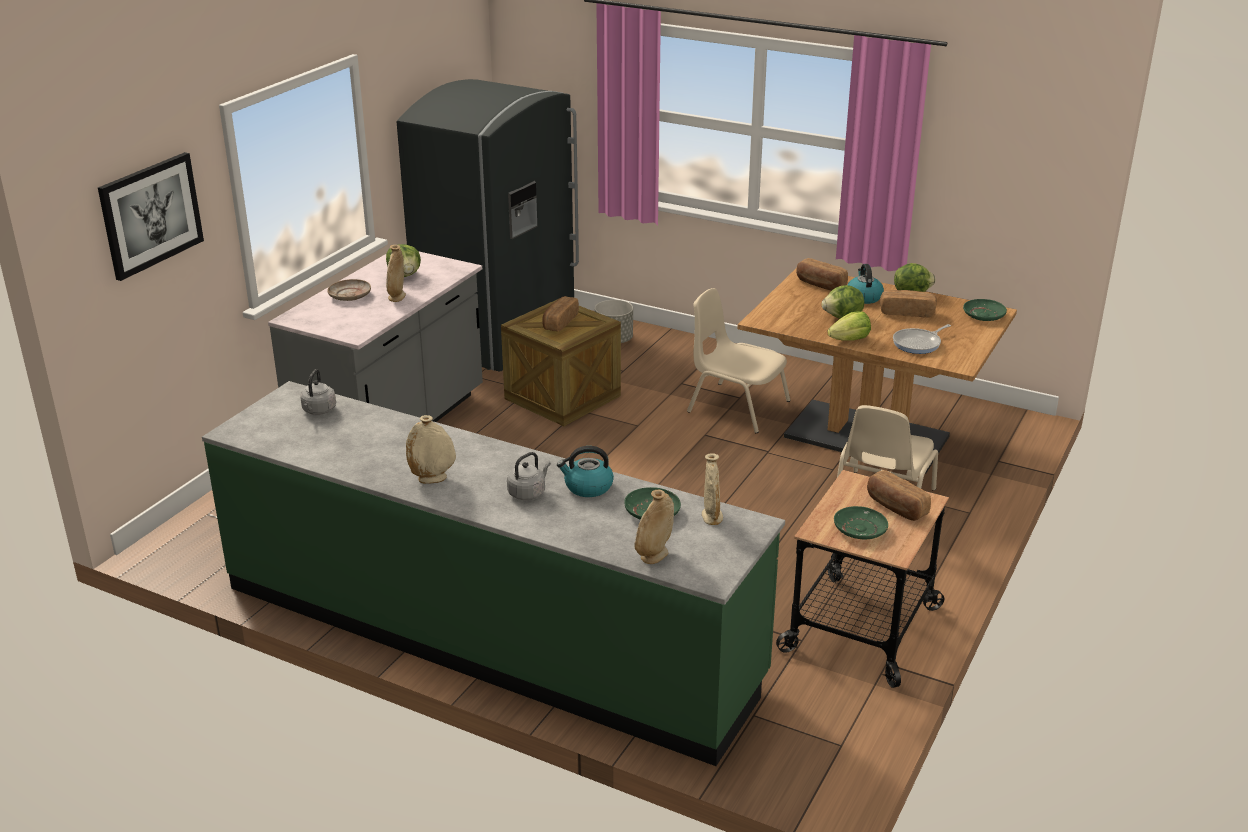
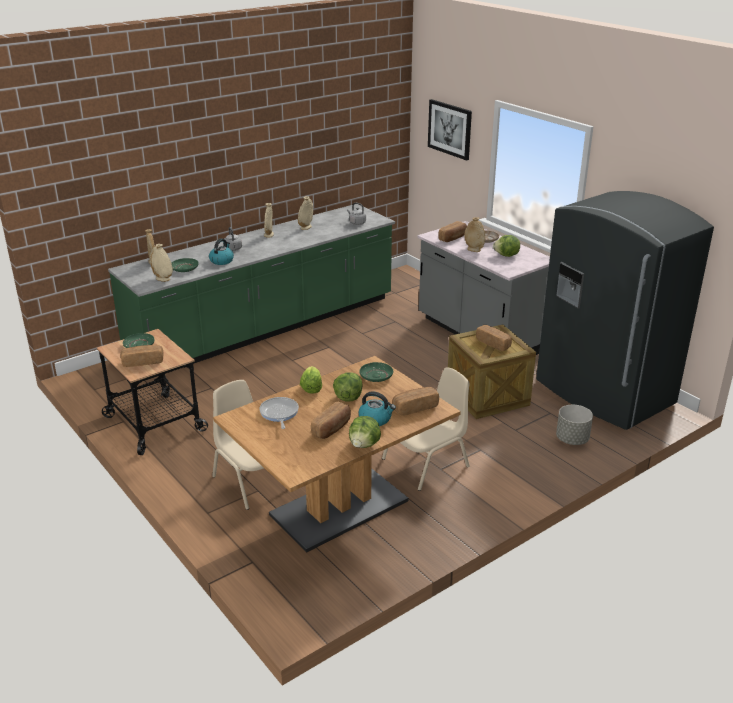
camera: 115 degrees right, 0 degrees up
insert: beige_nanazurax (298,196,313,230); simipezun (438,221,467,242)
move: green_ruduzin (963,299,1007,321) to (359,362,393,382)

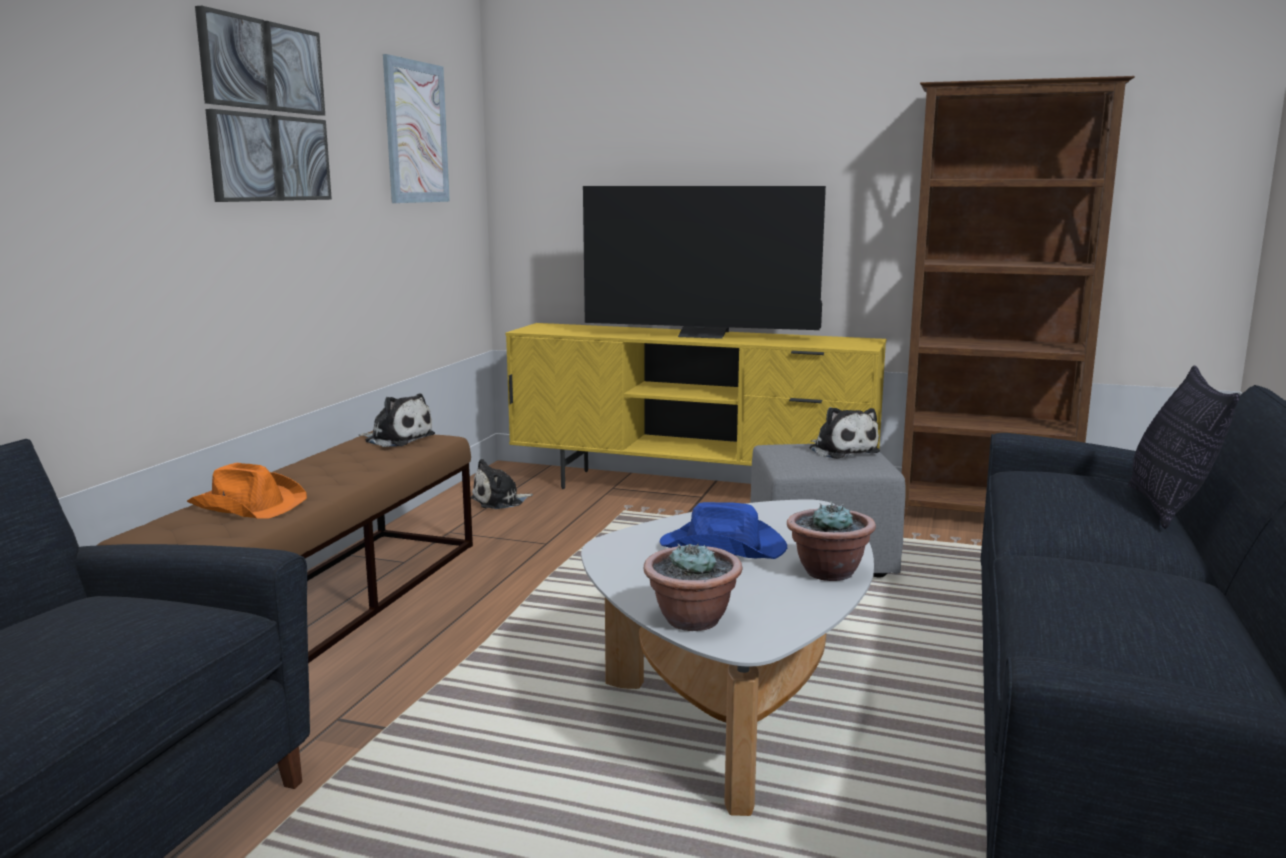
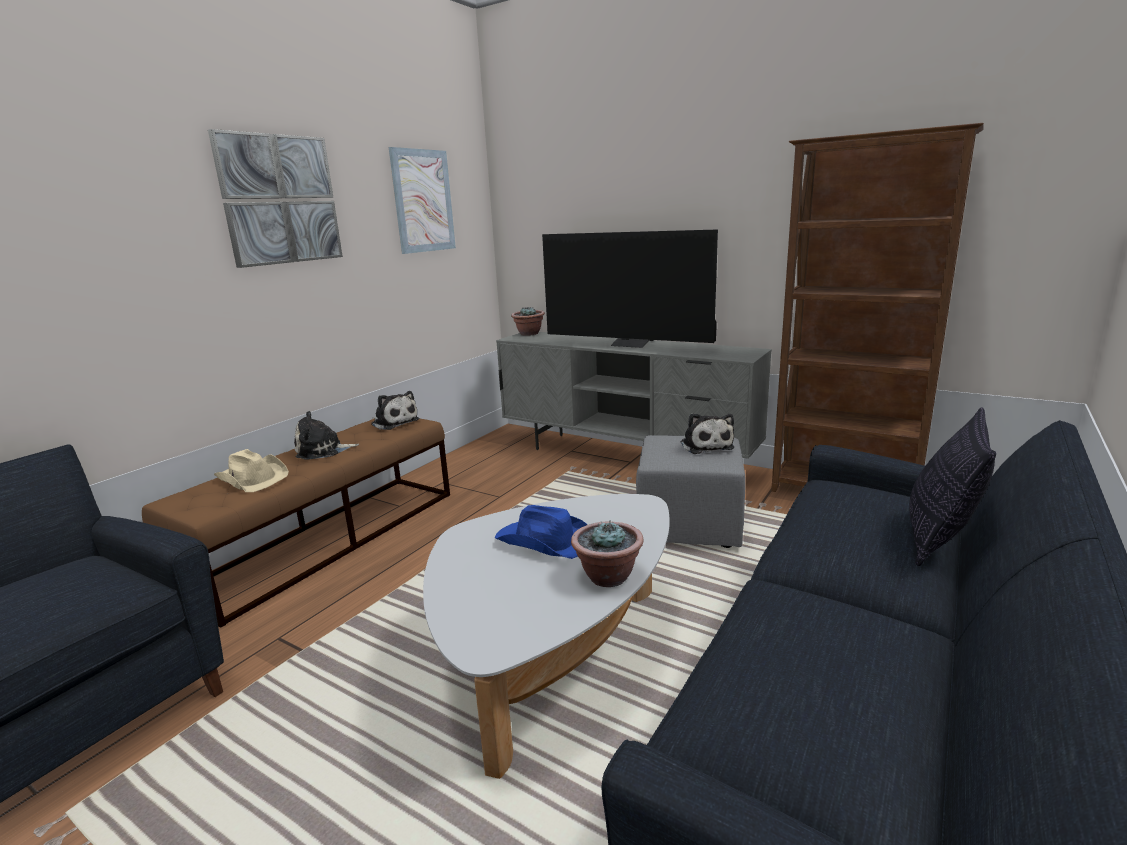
camera: 15 degrees right, 5 degrees up
move: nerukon (471,459,533,509) to (294,411,359,460); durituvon (644,543,742,631) to (511,306,545,336)
recolor: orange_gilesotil (187,463,307,519) to beige_gilesotil (214,449,289,492); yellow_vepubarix (506,323,886,489) to grey_vepubarix (496,332,772,459)

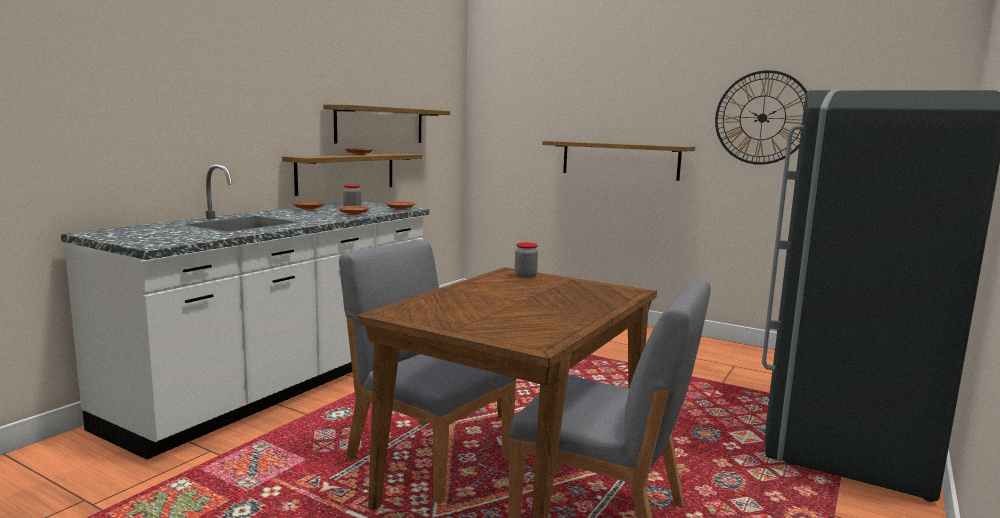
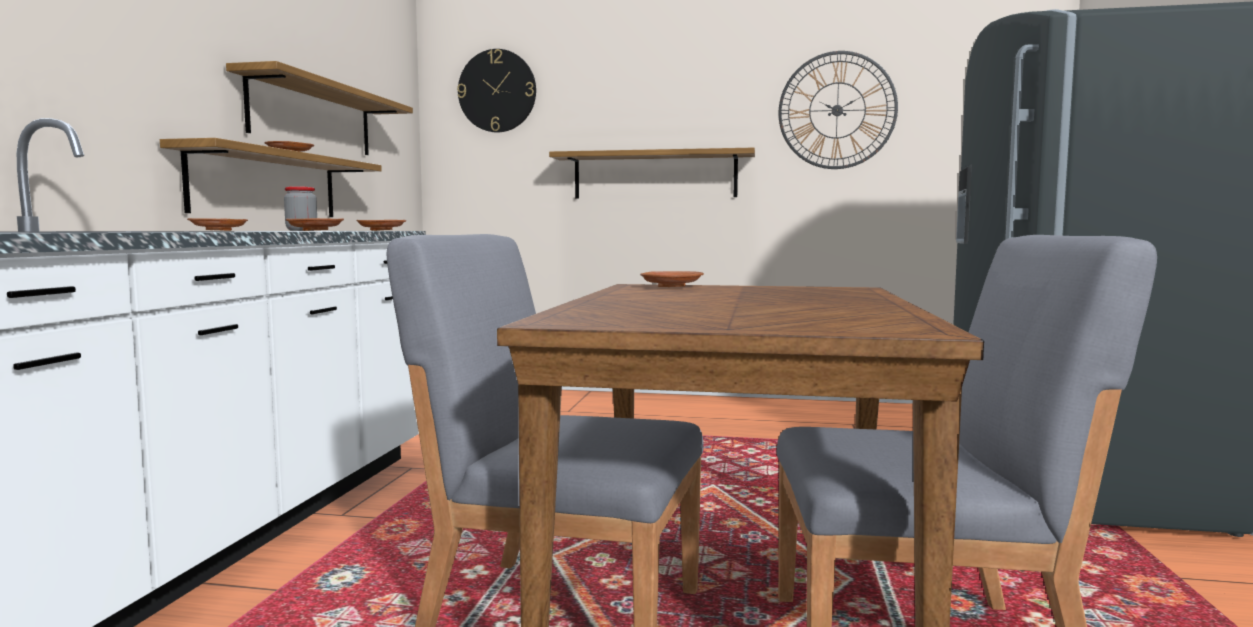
camera: 20 degrees left, 5 degrees down
insert: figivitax (457,49,536,132)
replace: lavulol (515,242,538,278) to brown_ruduzin (640,271,704,287)

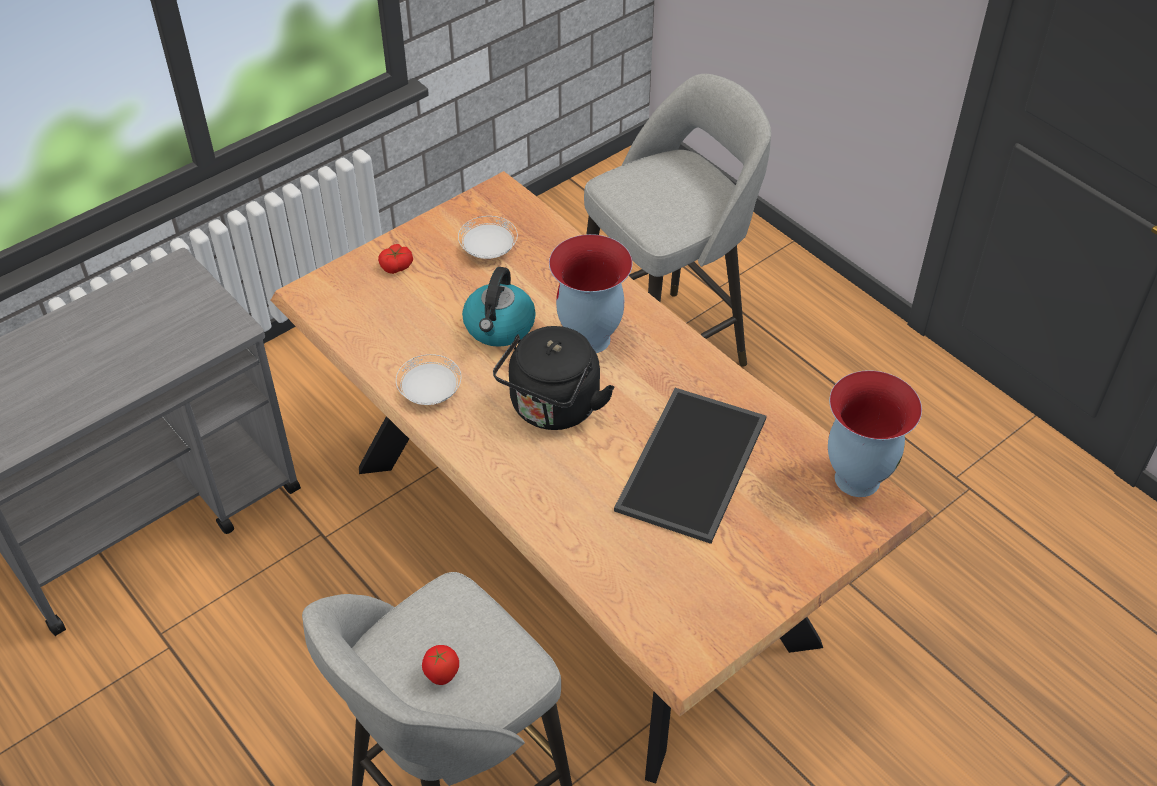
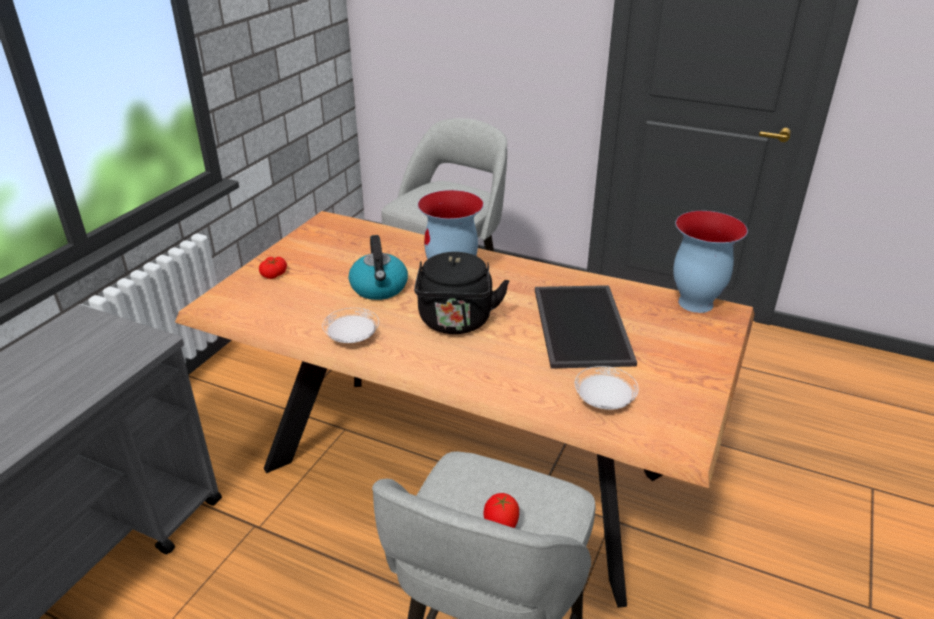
camera: 25 degrees left, 15 degrees down
move: white_ruduzin (458,216,518,259) to (575,366,639,410)

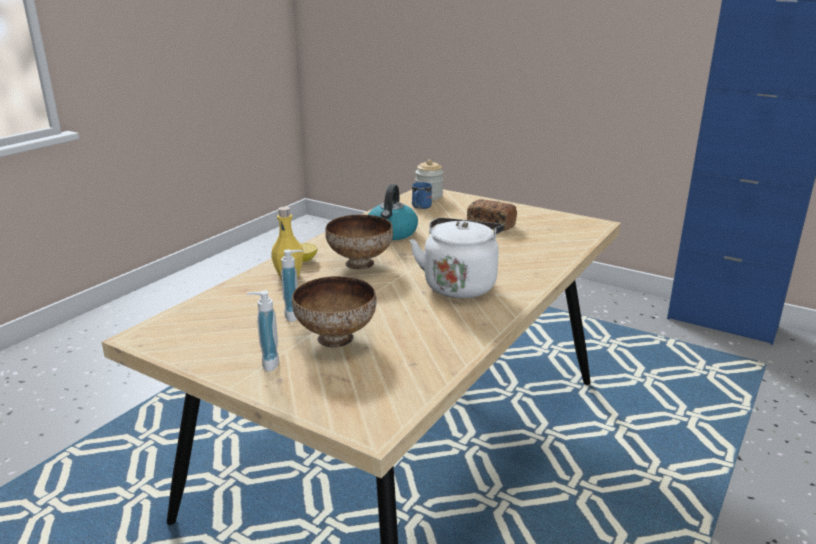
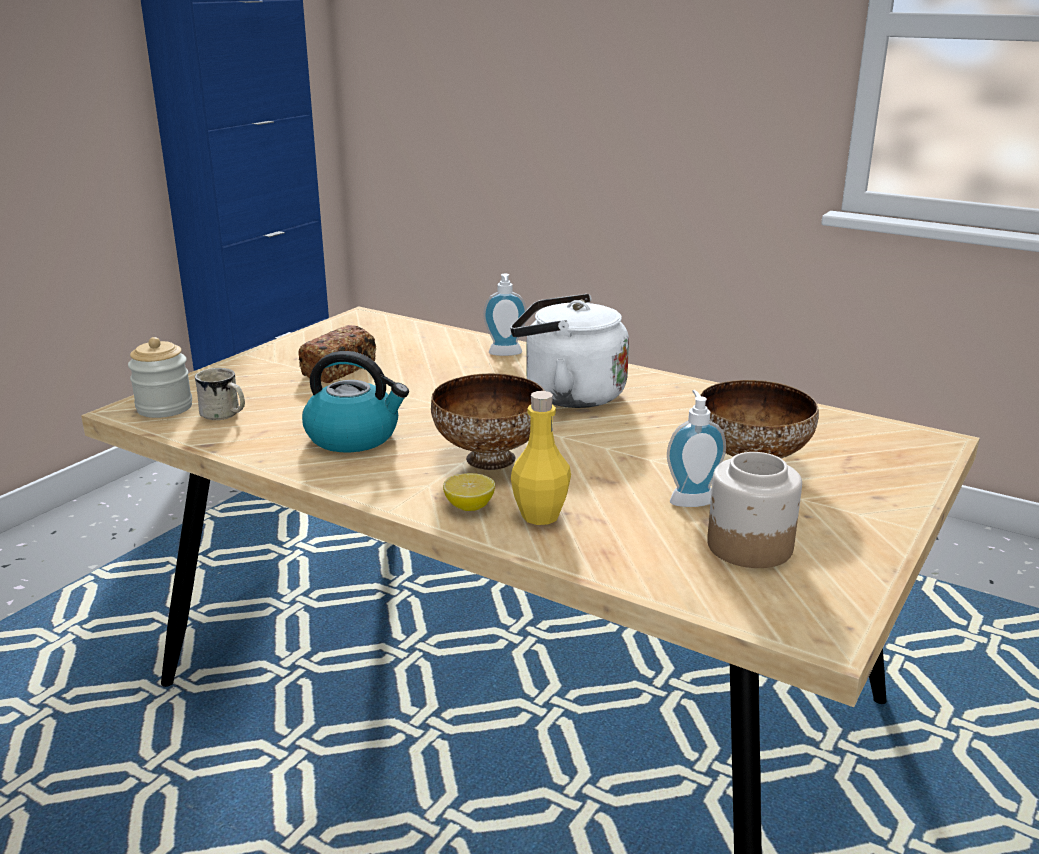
camera: 90 degrees left, 0 degrees up
insert: lavulol (707,452,802,568)
move: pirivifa (247,291,279,372) to (483,274,527,356)
recolor: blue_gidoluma (412,182,432,209) to white_gidoluma (195,368,245,420)

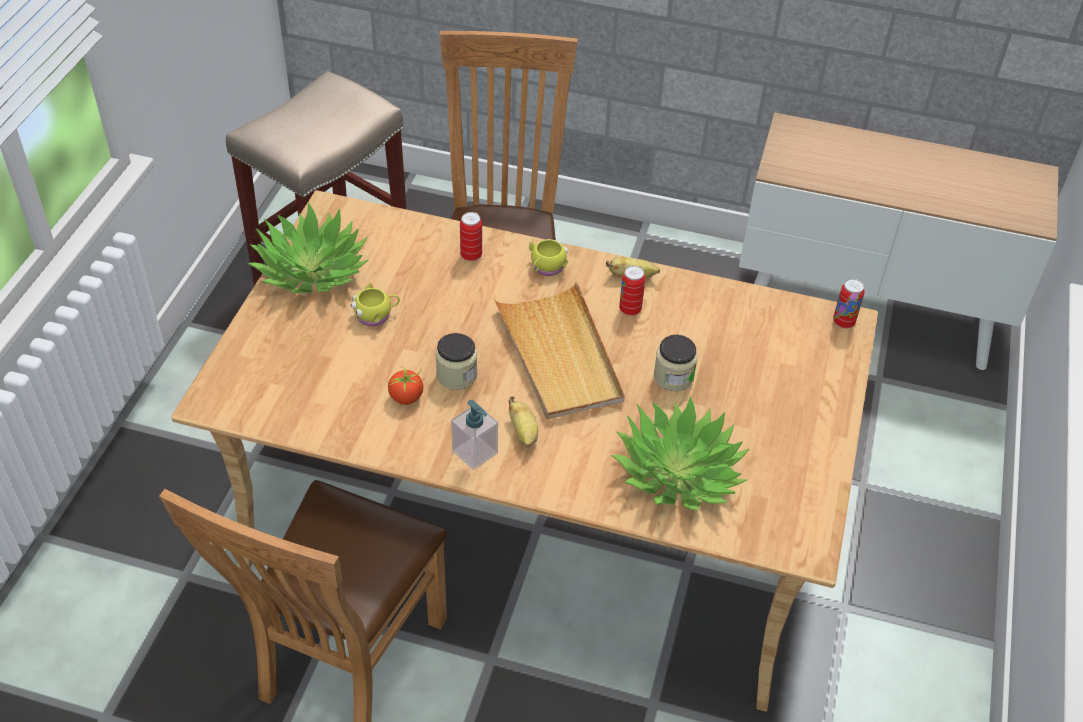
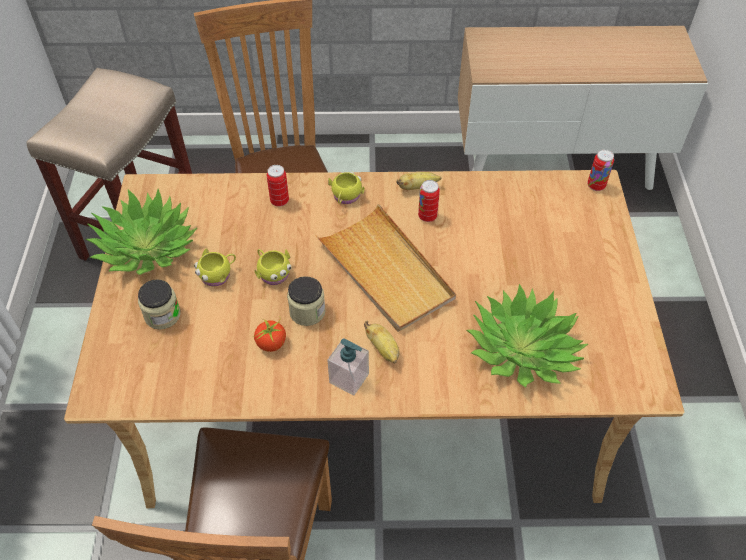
camera: 15 degrees left, 5 degrees up
insert: yellow_gidoluma (255,249,292,285)
move: lavulol (654,335,698,391) to (138,279,181,329)

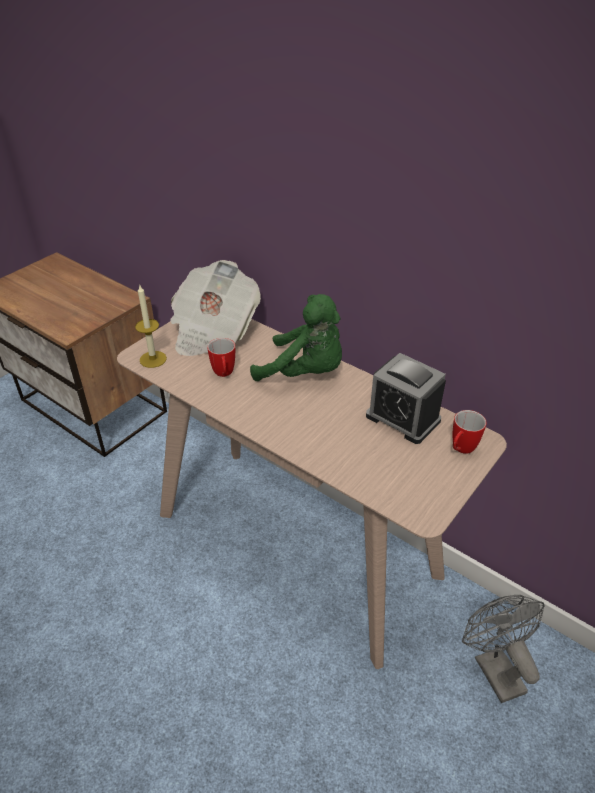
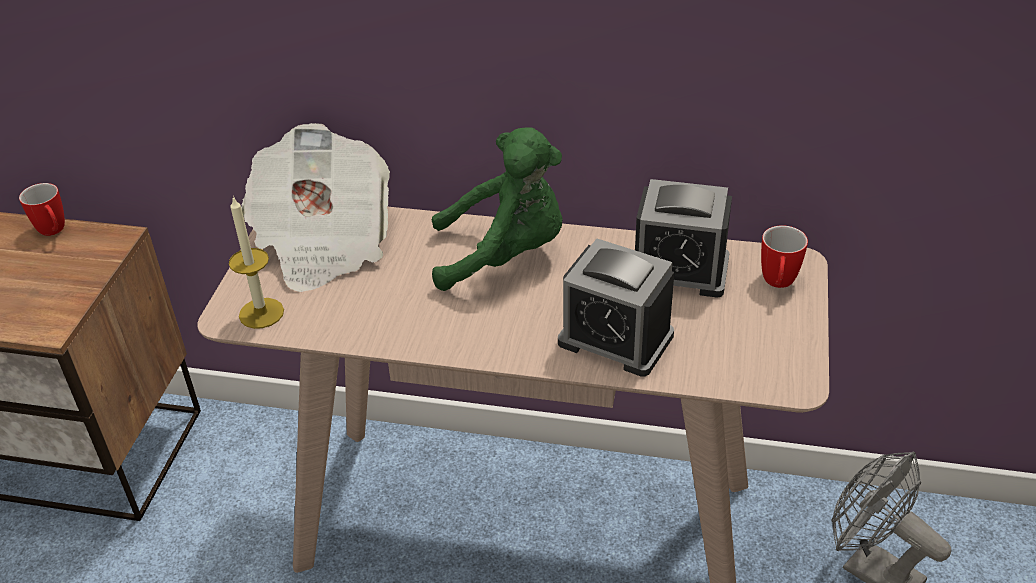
camera: 25 degrees left, 0 degrees up
insert: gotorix (558,239,674,377)
move: gidoluma (207,338,235,377) to (19,183,65,236)

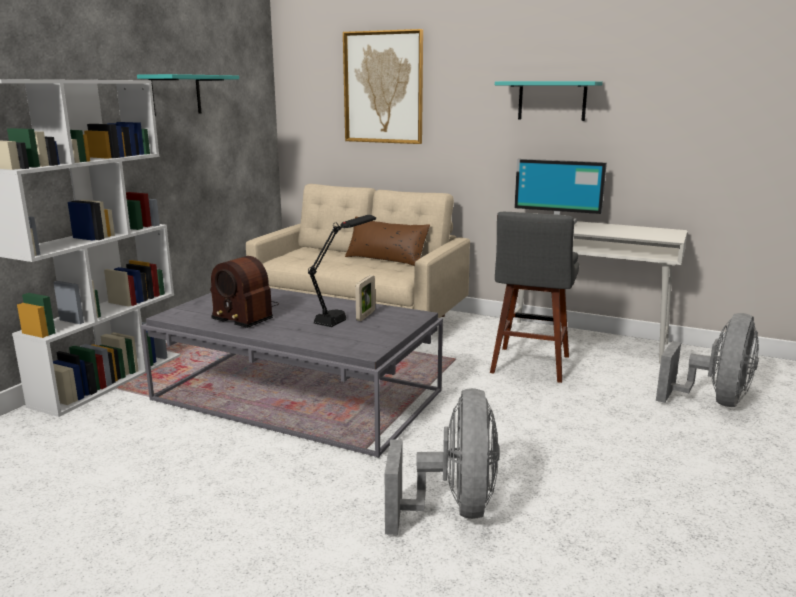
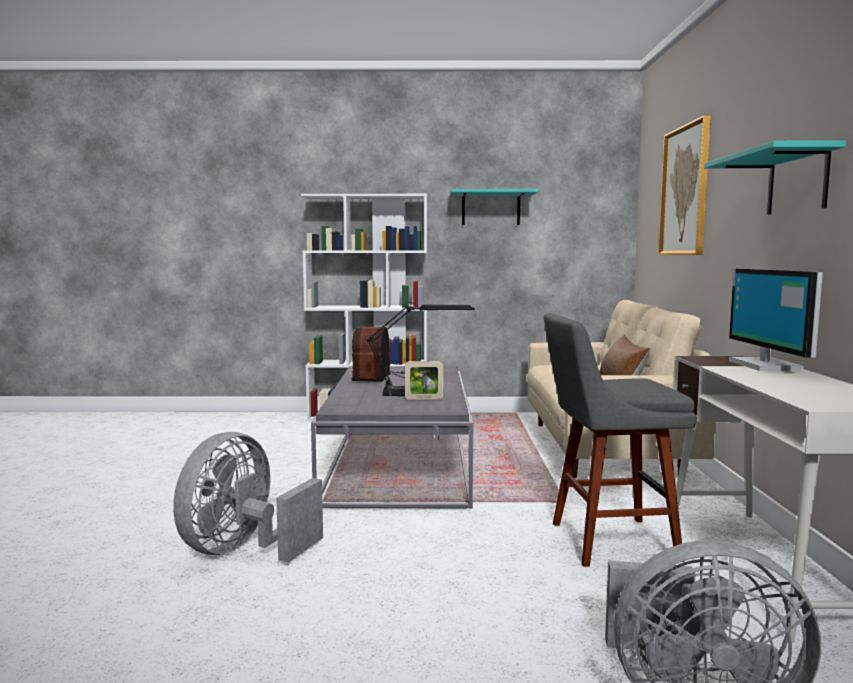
camera: 65 degrees right, 10 degrees down
rotate: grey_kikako (385,388,500,535) = (173,432,323,563) 135 degrees clockwise

